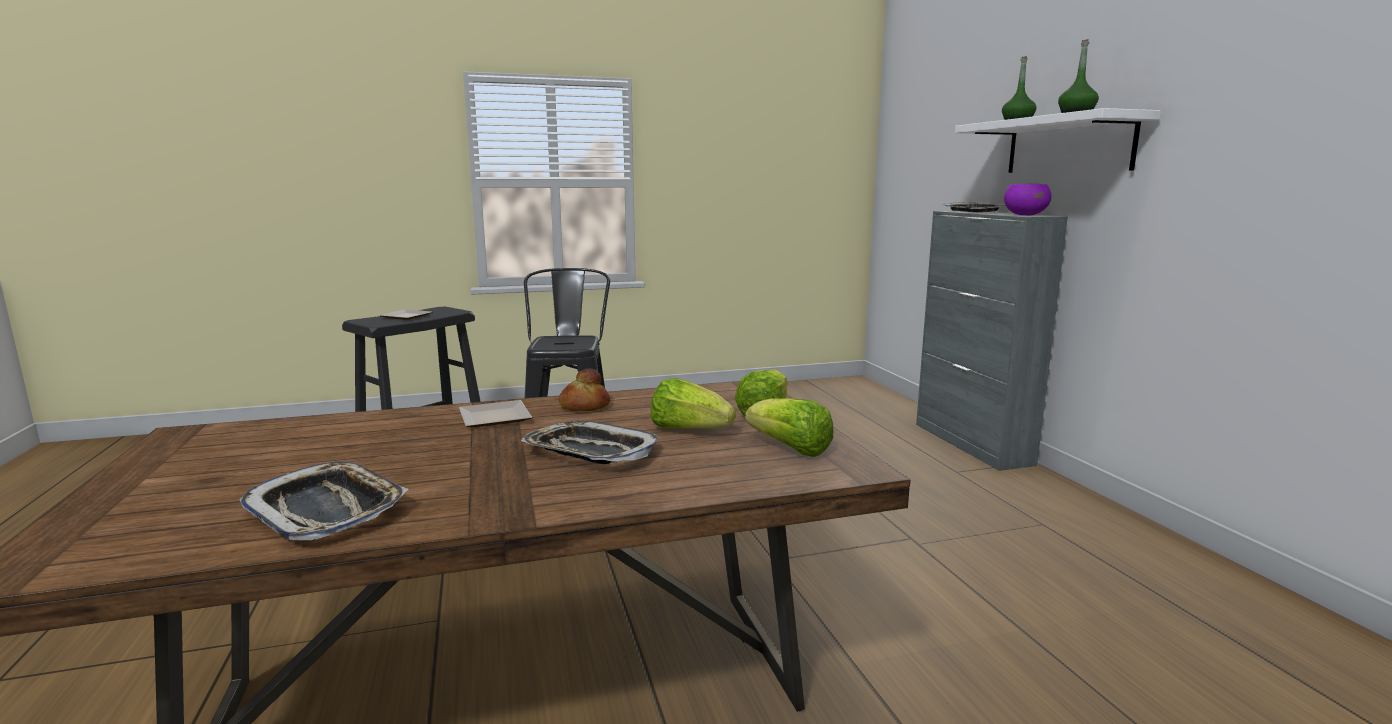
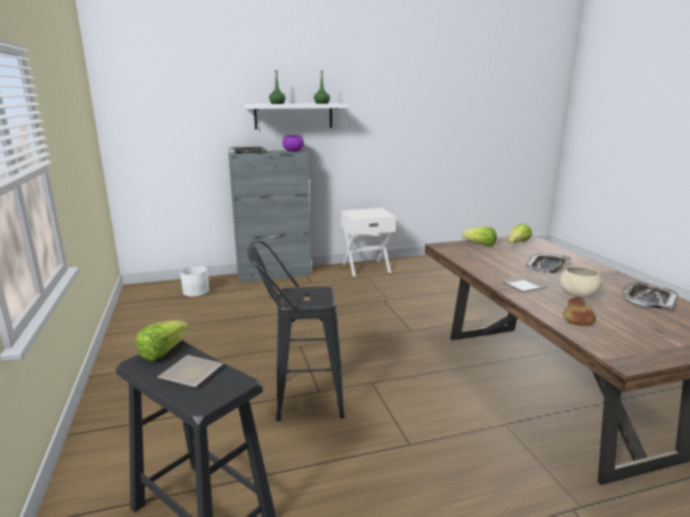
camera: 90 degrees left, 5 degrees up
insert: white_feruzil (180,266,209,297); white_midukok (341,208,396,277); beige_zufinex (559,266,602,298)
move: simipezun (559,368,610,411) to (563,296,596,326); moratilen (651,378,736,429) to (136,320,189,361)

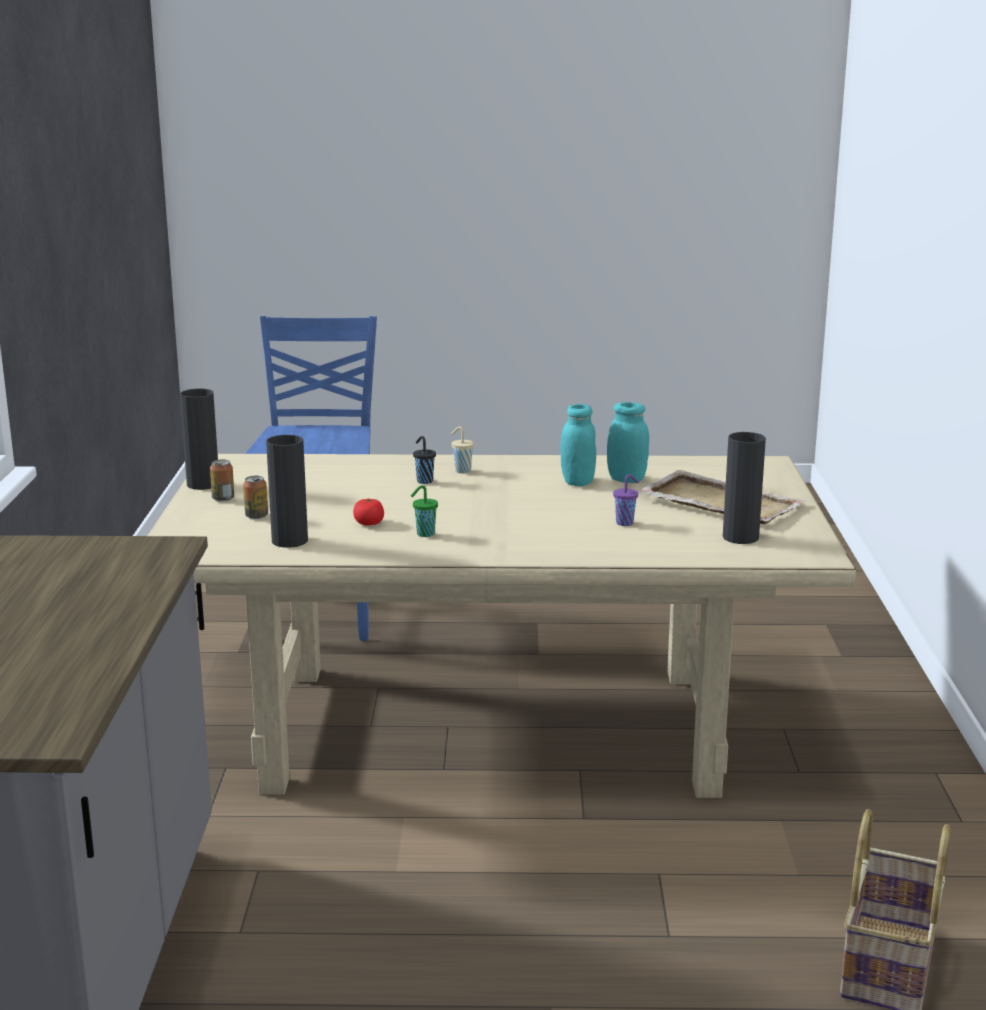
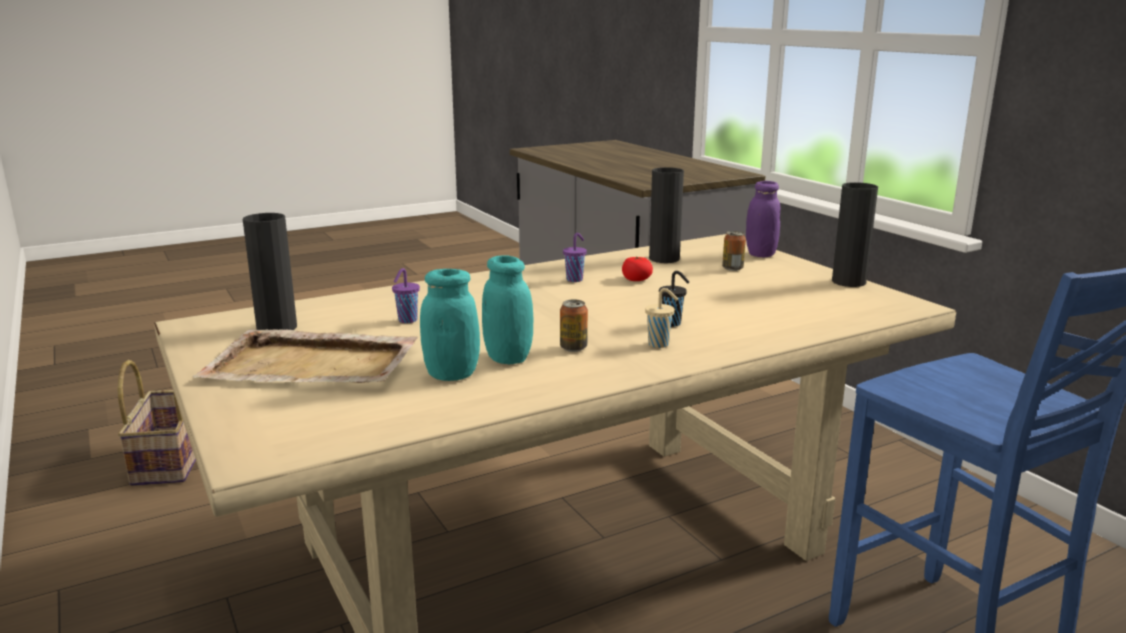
camera: 150 degrees right, 0 degrees up
insert: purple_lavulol (746,181,780,257)
move: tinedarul (210,459,234,502) to (560,299,588,352)
recolor: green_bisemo (411,485,438,537) to purple_bisemo (563,233,587,282)

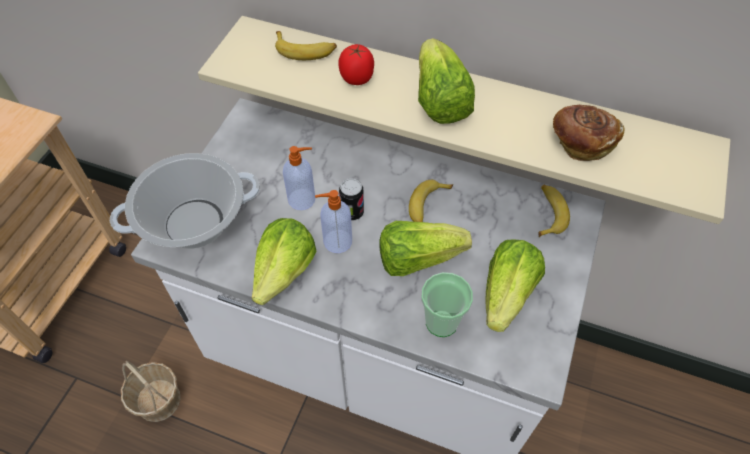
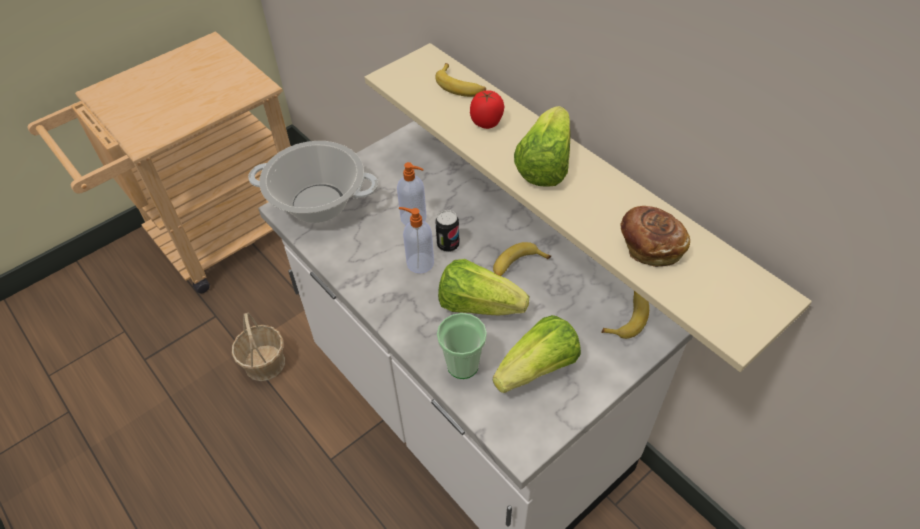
camera: 30 degrees right, 5 degrees down
delete: moratilen (252,218,317,305)

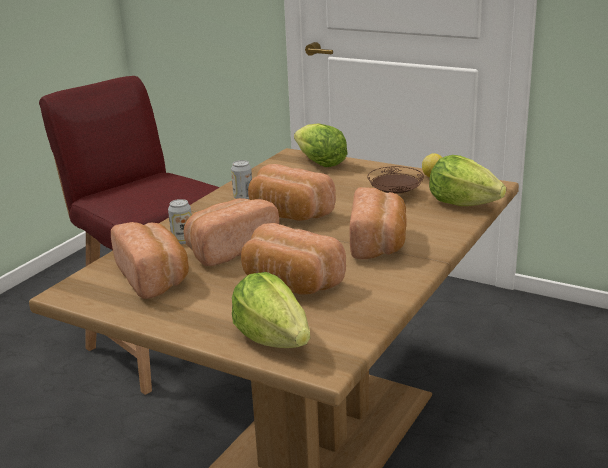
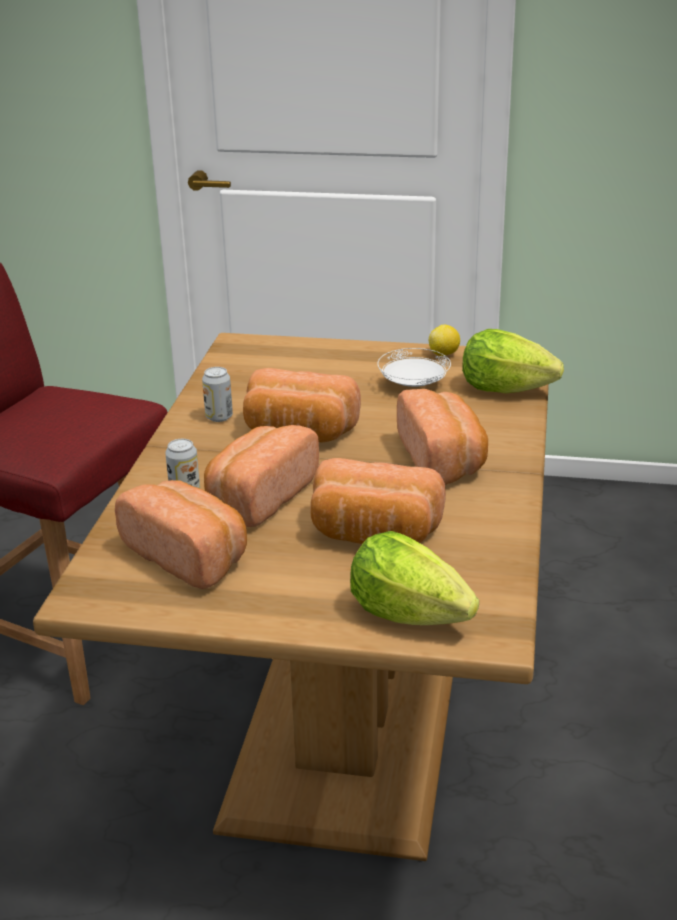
camera: 20 degrees left, 5 degrees up
delete: moratilen (294,123,348,167)
recolor: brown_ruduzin (367,166,424,194) to white_ruduzin (377,348,451,387)

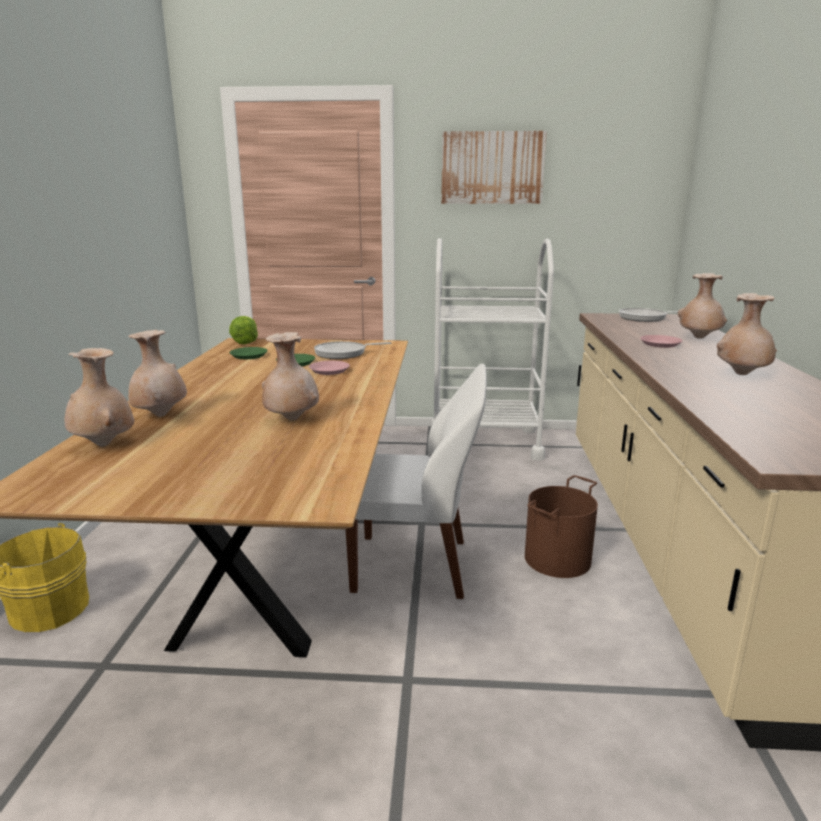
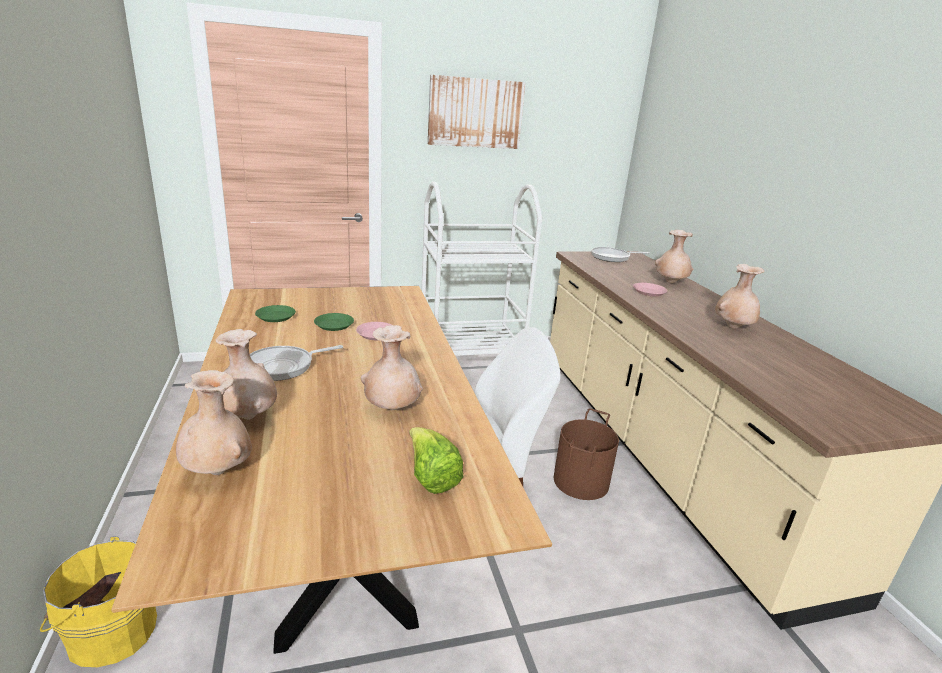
camera: 20 degrees left, 5 degrees up
move: moratilen (229,316,258,344) to (409,427,463,494); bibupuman (314,341,391,359) to (250,345,343,381)

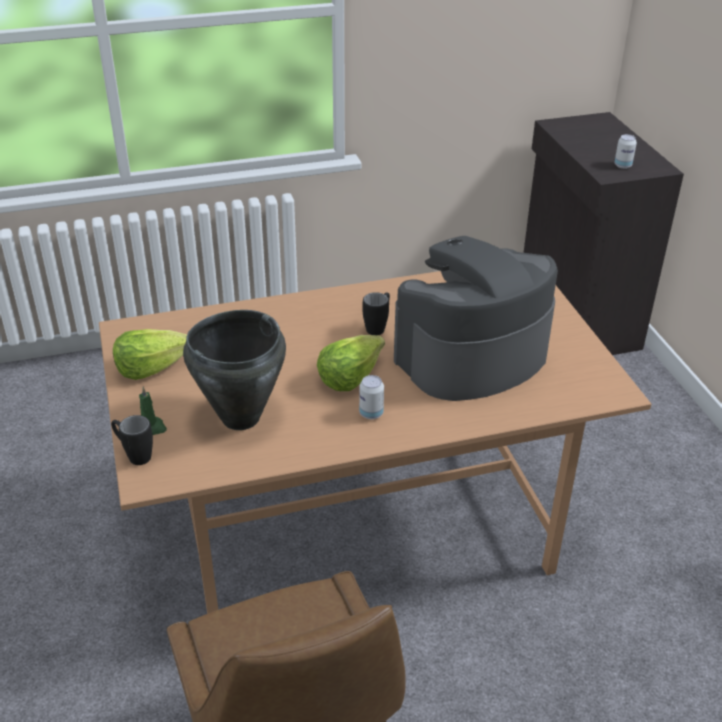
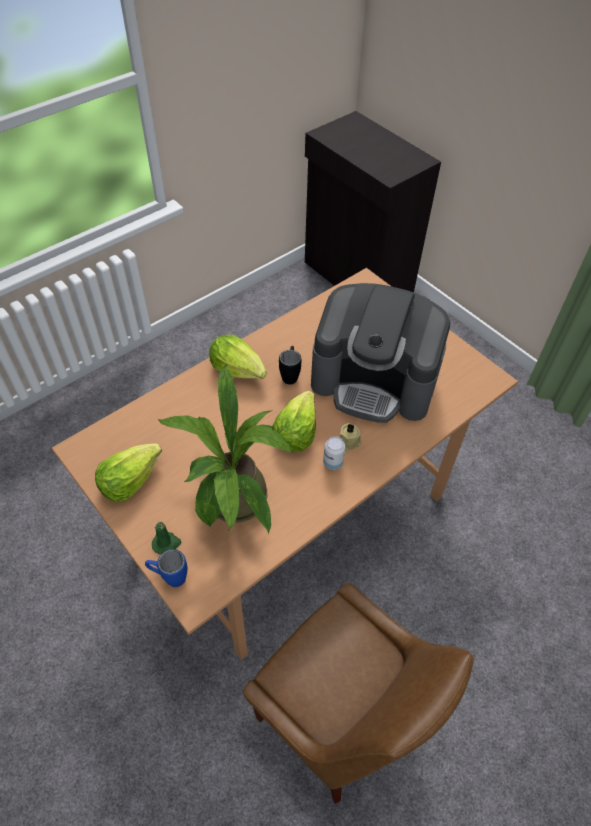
camera: 25 degrees left, 15 degrees up
delete: tinedarul (614,134,637,169)
insert: moratilen (209,335,267,379); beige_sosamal (340,423,361,451)
replace: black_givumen (183,310,286,430) to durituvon (158,364,293,534)
recolor: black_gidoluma (111,415,153,465) to blue_gidoluma (145,549,188,587)
rotate: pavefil (394,236,558,401) = (311,283,450,423) 105 degrees counterclockwise

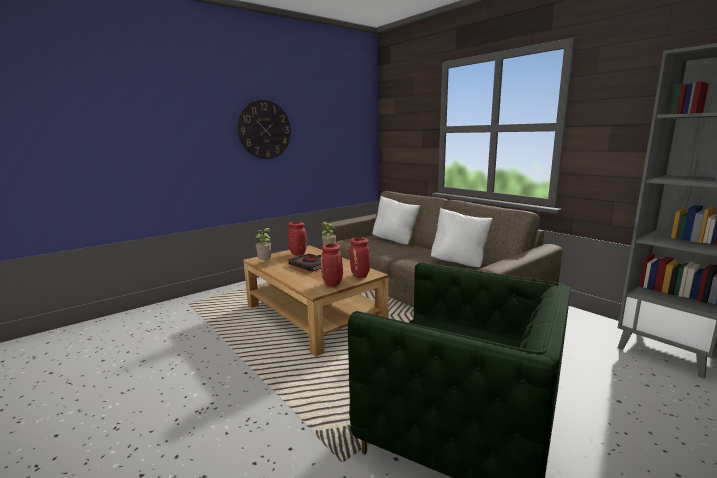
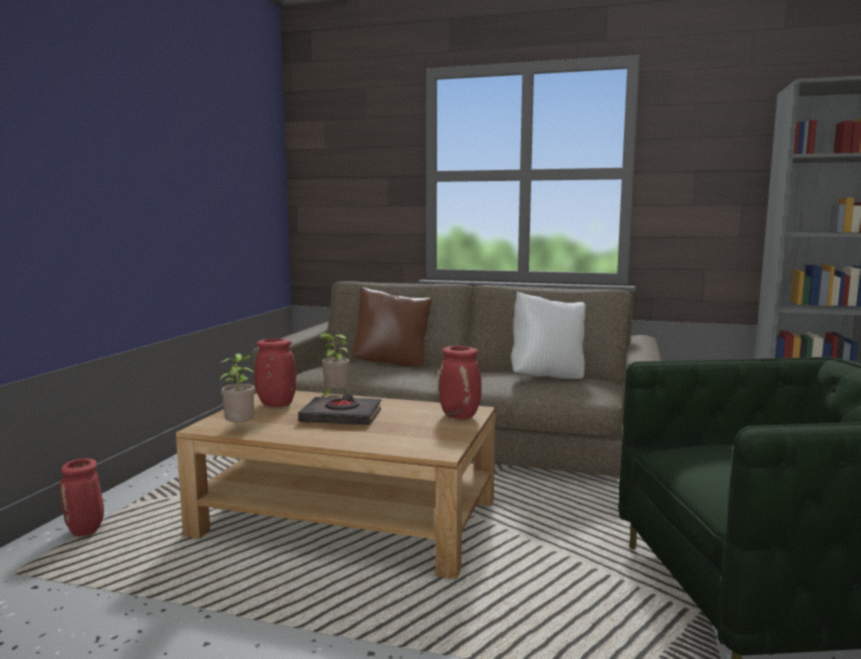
camera: 35 degrees left, 5 degrees down
delete: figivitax (237,100,291,159)
move: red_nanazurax (321,243,343,287) to (60,458,104,536)
recolor: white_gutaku (373,196,420,245) to brown_gutaku (352,286,432,367)

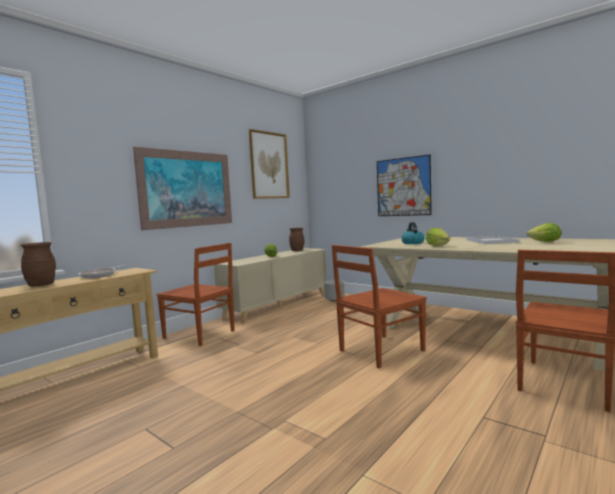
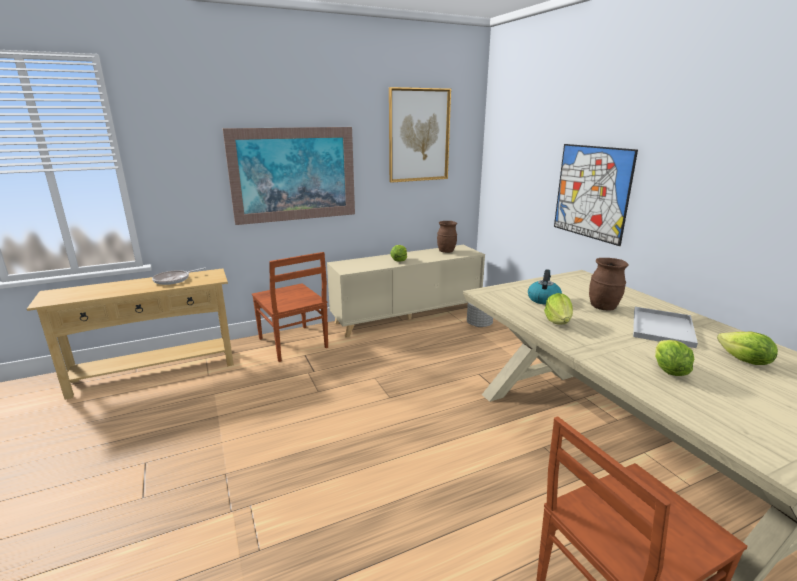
camera: 25 degrees right, 15 degrees up
delete: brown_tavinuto (332,245,427,368)
insert: moratilen (655,340,694,376)
move: brown_nanazurax (20,242,56,286) to (589,258,629,311)

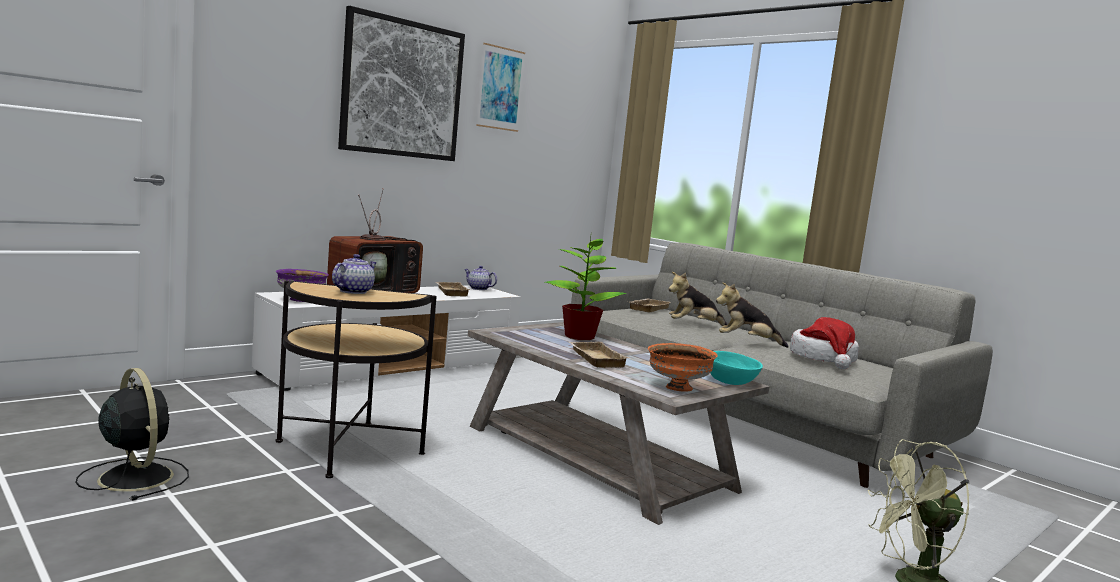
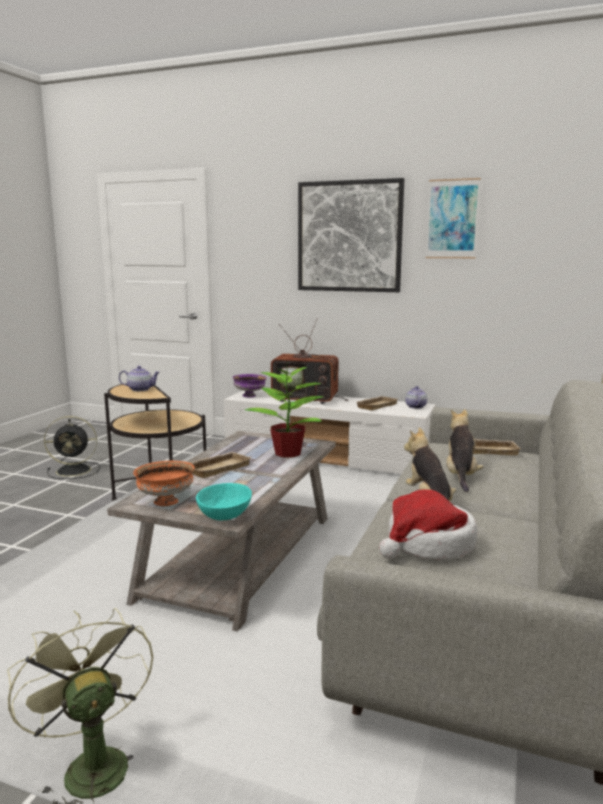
camera: 65 degrees right, 5 degrees up
rotate: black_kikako (76,368,189,500) = (44,416,100,479) 60 degrees clockwise; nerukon (668,272,728,326) = (446,409,484,492) 45 degrees clockwise

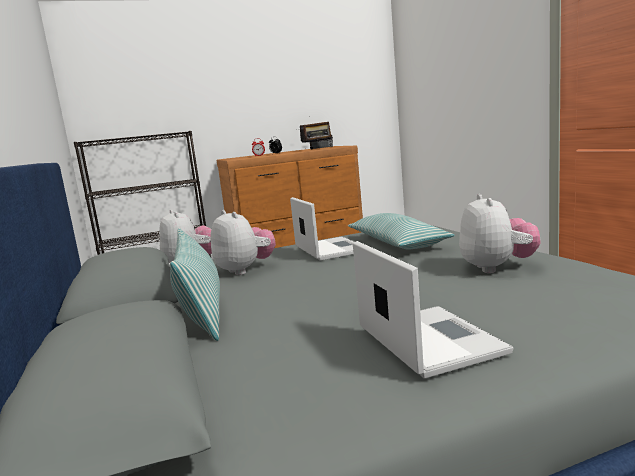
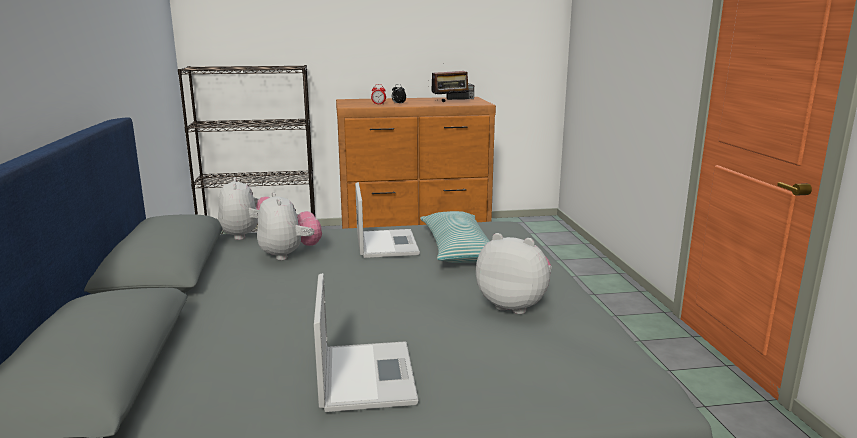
camera: 10 degrees right, 5 degrees up
delete: gutaku (170,228,220,341)
rotate: nerukon (459,194,541,273) = (476,233,552,314) 75 degrees counterclockwise

